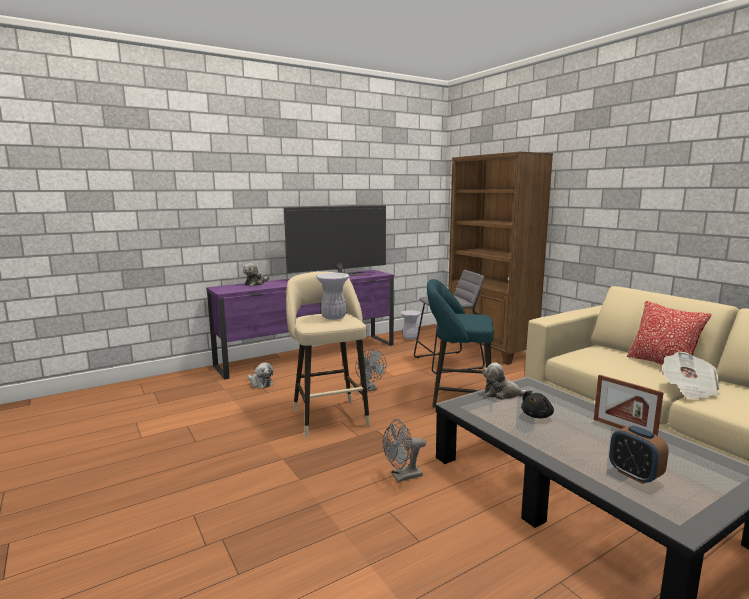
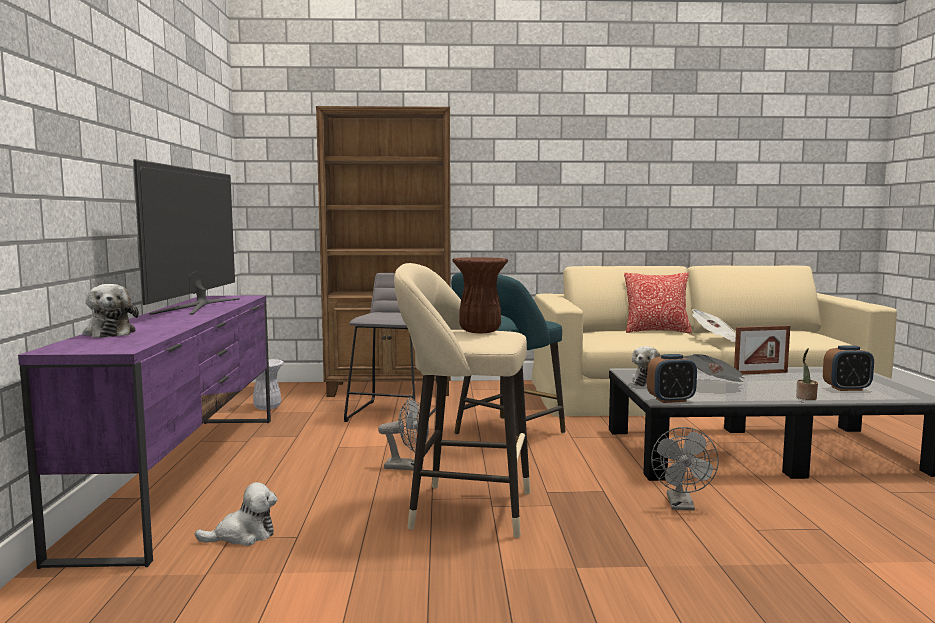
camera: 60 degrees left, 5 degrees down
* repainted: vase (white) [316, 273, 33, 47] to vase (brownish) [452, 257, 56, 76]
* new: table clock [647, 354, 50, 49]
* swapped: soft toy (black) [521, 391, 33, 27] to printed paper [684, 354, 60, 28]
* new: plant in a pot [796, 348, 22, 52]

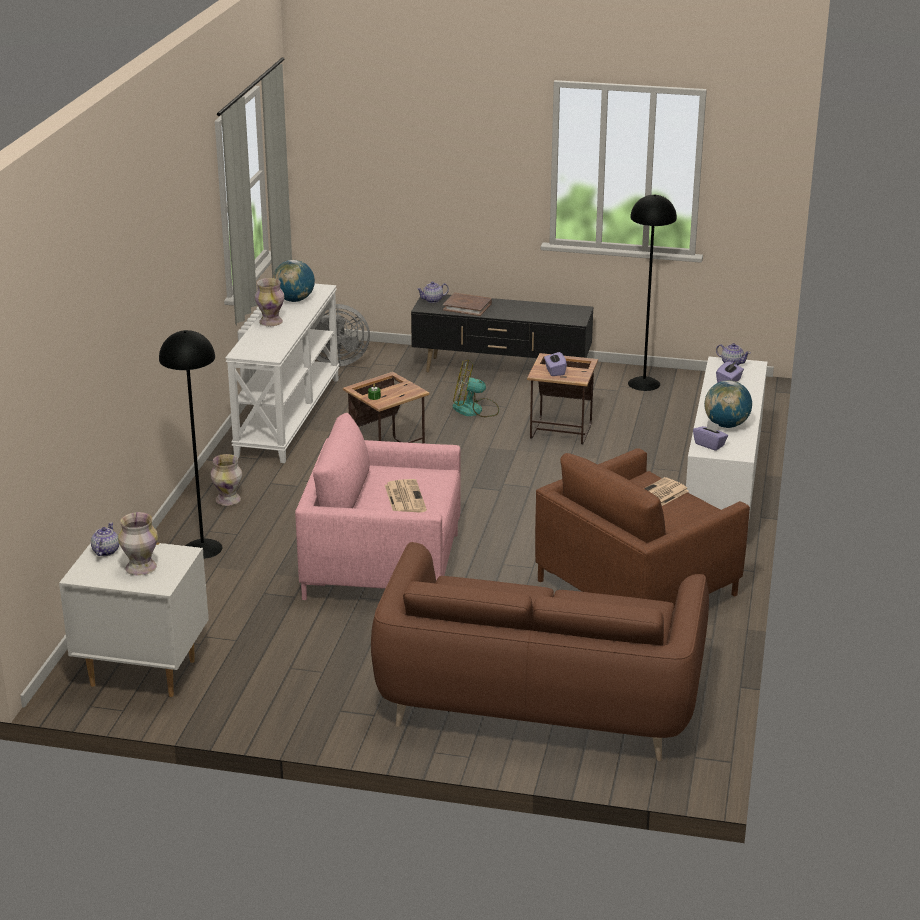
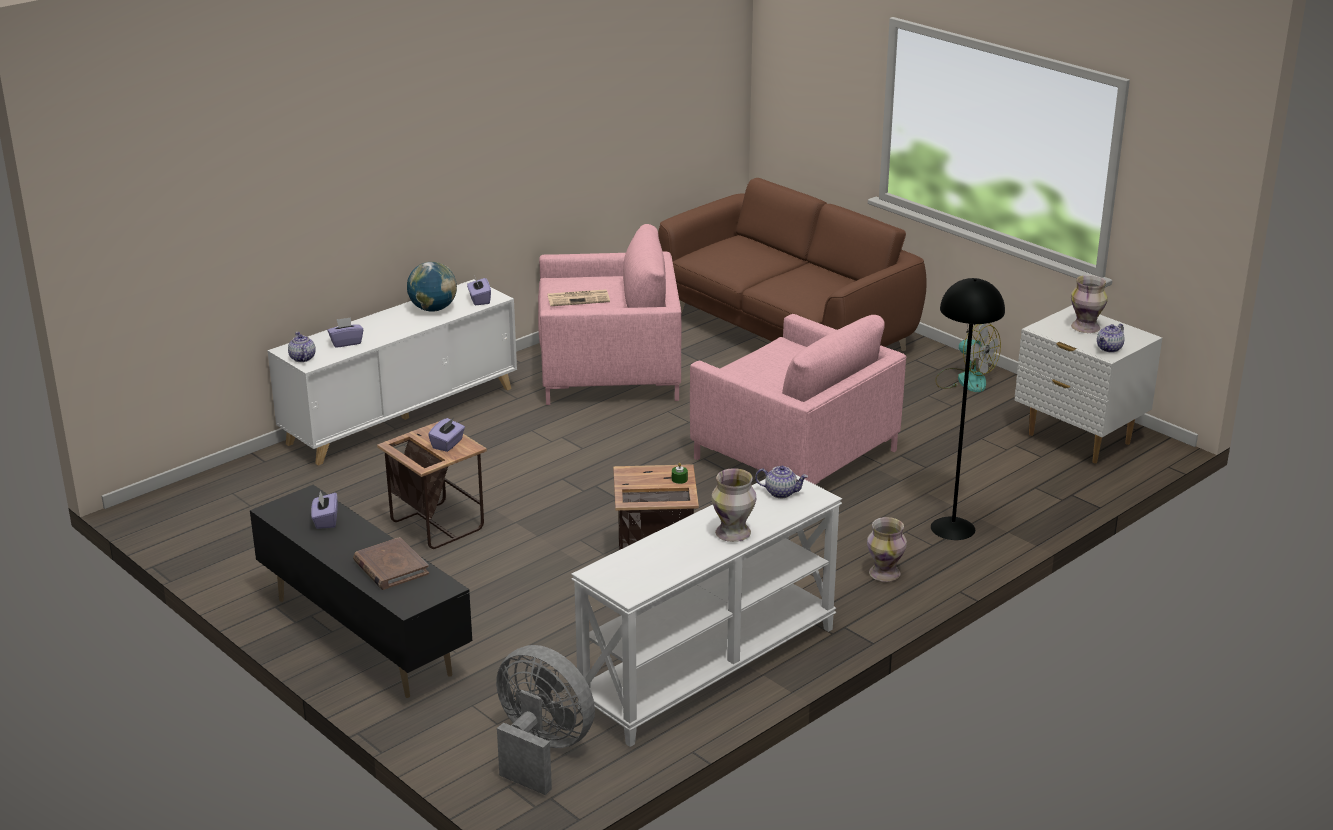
camera: 145 degrees left, 0 degrees up
* new: box of tissues (purplish) [311, 491, 27, 38]
* repainted: lounge chair (brownish) [535, 448, 215, 163] to lounge chair (pinkish) [538, 224, 144, 181]
* shifted: tea pot [417, 282, 32, 21] to [755, 466, 53, 32]
* shifted: cooling fan [453, 360, 46, 57] to [935, 323, 66, 69]
* gone: world globe [273, 260, 42, 42]
* gone: printed paper [385, 479, 42, 34]
* gone: standard lamp (black) [628, 194, 49, 197]

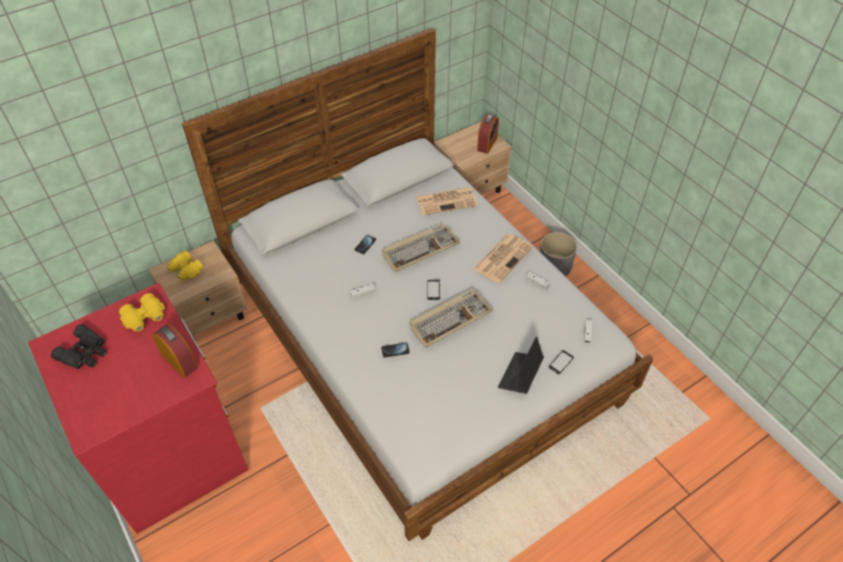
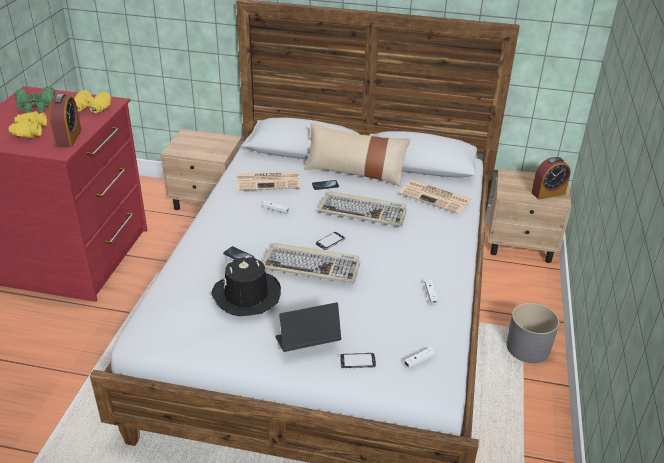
camera: 45 degrees right, 15 degrees down
* shifted: field glasses (yellow) [167, 250, 37, 31] to [9, 111, 38, 27]
* repainted: field glasses (black) [51, 324, 56, 45] to field glasses (greenish) [15, 87, 40, 26]
* new: hat (black) [211, 255, 70, 61]
* shifted: printed paper [474, 234, 59, 49] to [236, 172, 64, 19]
* new: cushion (beige-coloured) [304, 122, 107, 64]

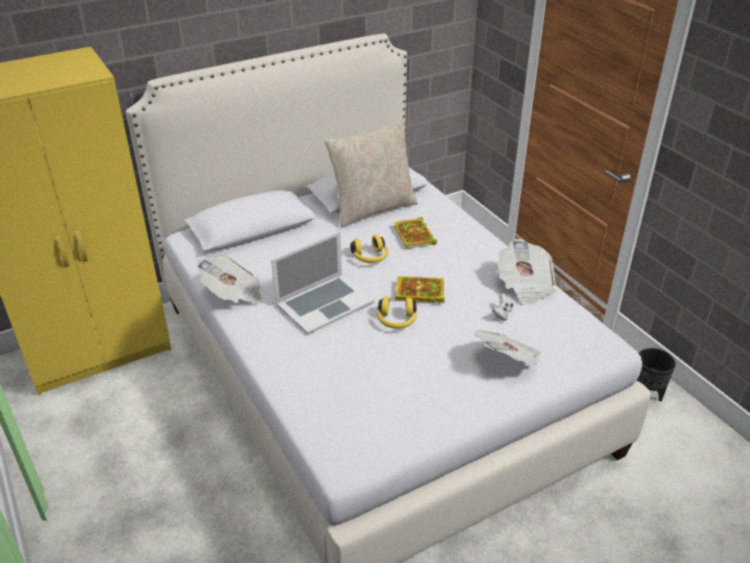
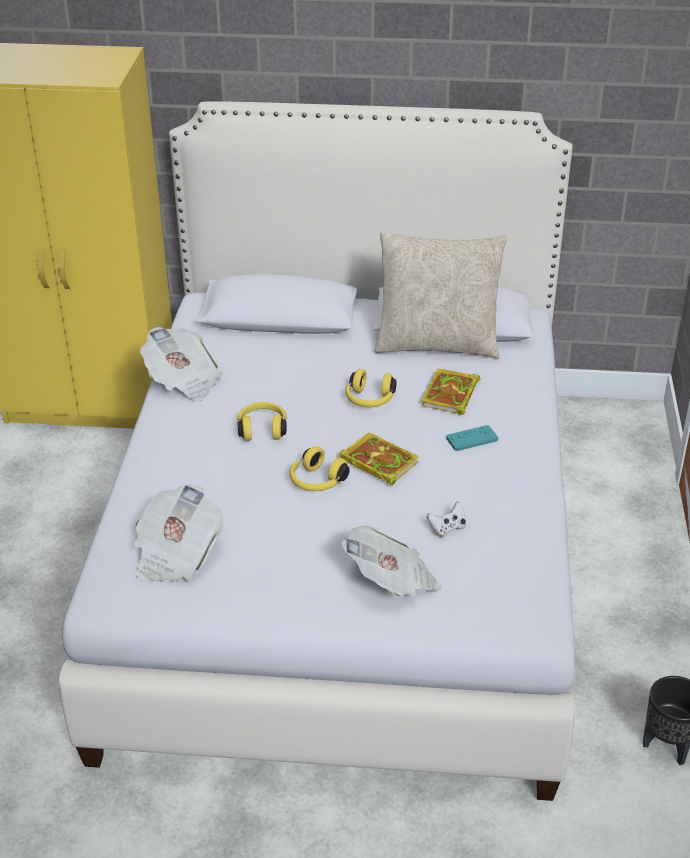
camera: 35 degrees right, 0 degrees up
* shifted: printed paper [497, 239, 58, 67] to [134, 484, 89, 98]
* swapped: portable computer [271, 232, 104, 103] to headphones (yellow) [237, 402, 50, 39]
* new: game controller (turquoise) [446, 425, 52, 26]

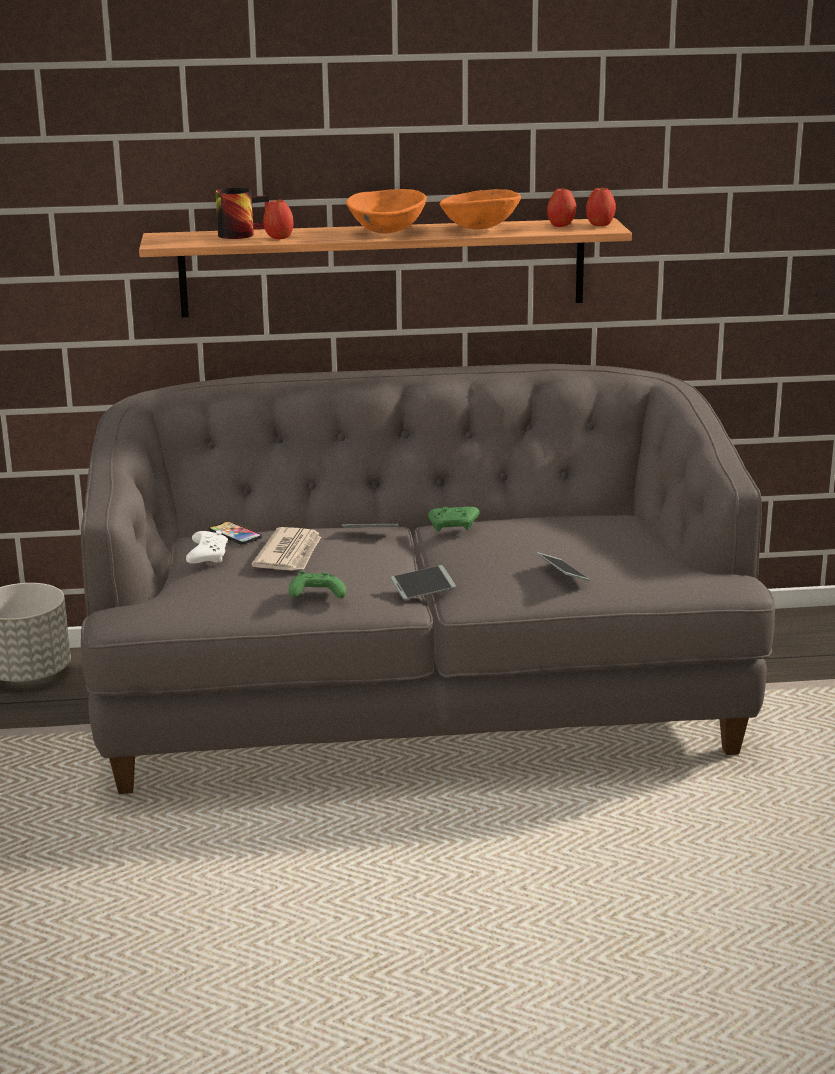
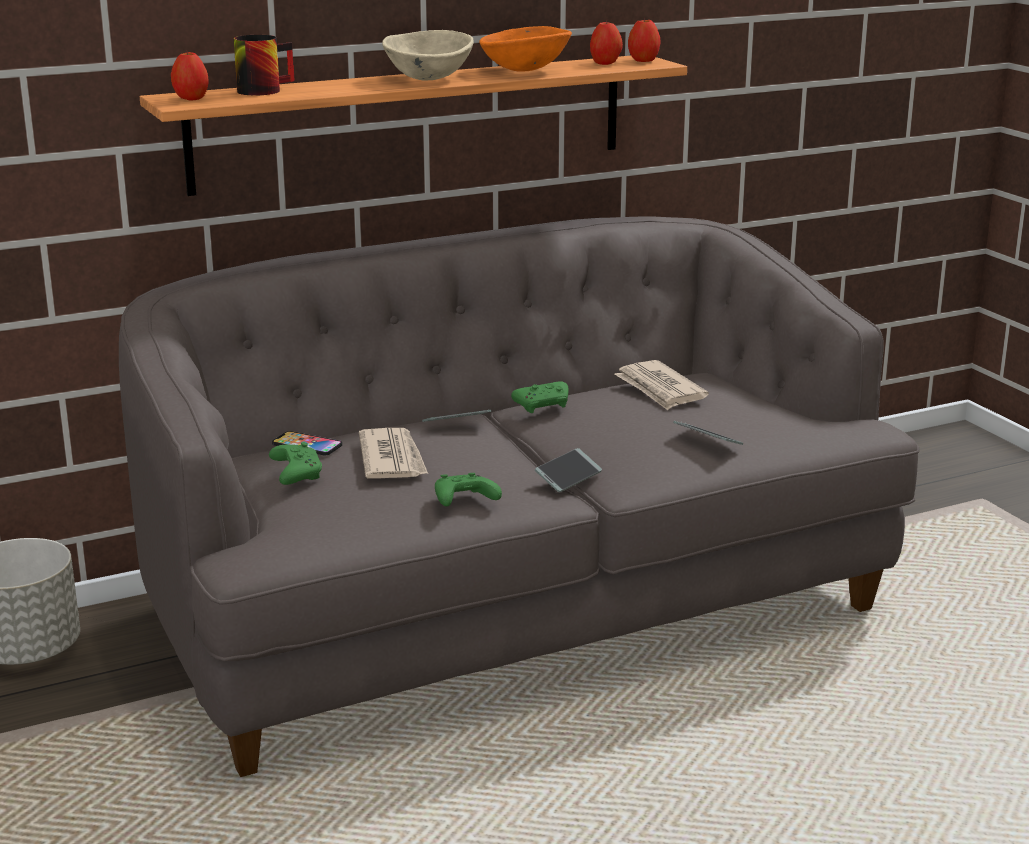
camera: 20 degrees left, 0 degrees up
* shifted: apple [263, 199, 31, 40] to [171, 51, 38, 49]
* repainted: game controller (white) [186, 531, 42, 33] to game controller (greenish) [269, 442, 53, 43]
* repainted: serving bowl (orangey) [346, 189, 81, 44] to serving bowl (beige-coloured) [382, 30, 92, 50]
* new: printed paper [614, 360, 95, 50]

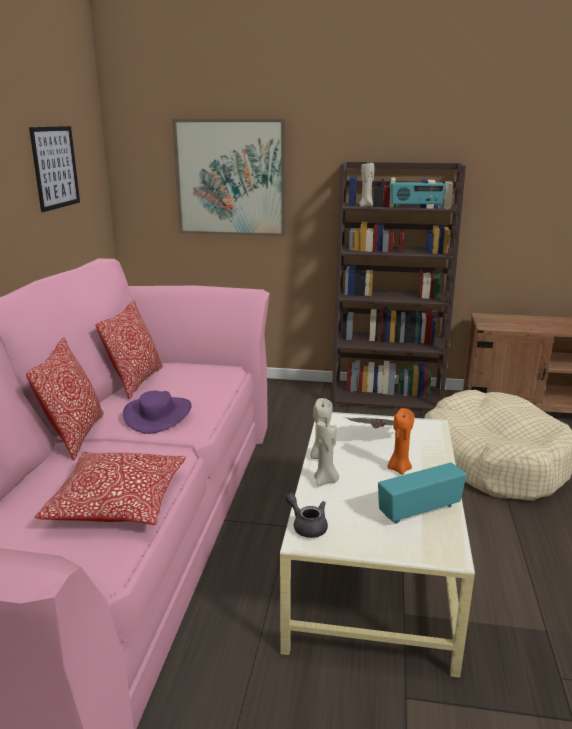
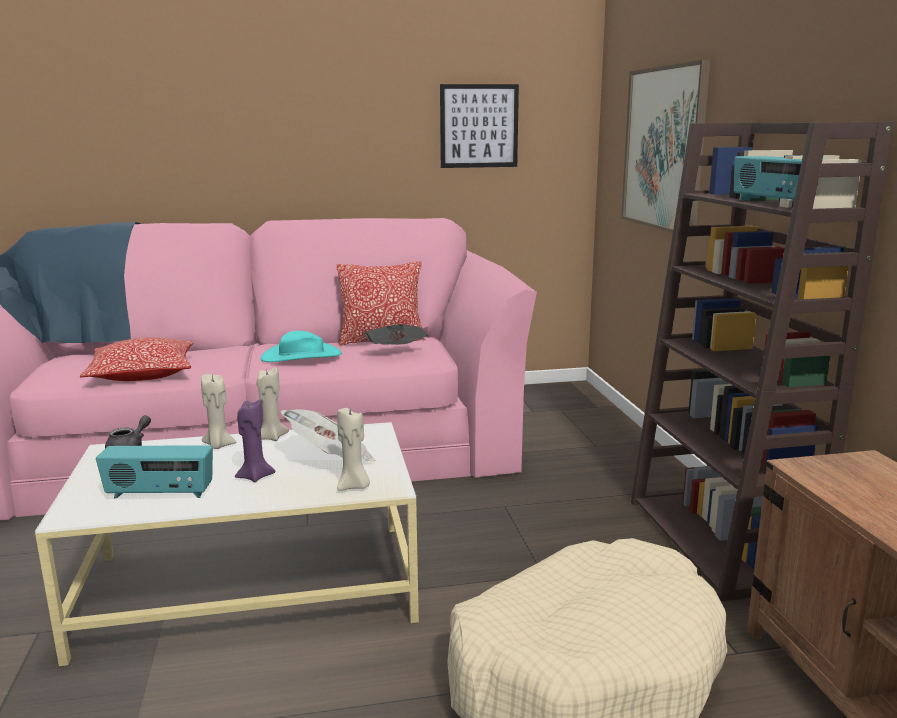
camera: 70 degrees right, 5 degrees down
* rotated: radio set [378, 463, 88, 61] = [96, 445, 117, 53] 135 degrees clockwise
* repainted: candle (orangey) [388, 408, 26, 67] to candle (purplish) [235, 399, 40, 83]
* repainted: hat (purplish) [123, 391, 69, 43] to hat (turquoise) [261, 331, 81, 31]
* shifted: candle (beige-coloured) [359, 163, 15, 44] to [337, 408, 33, 83]
* new: printed paper [363, 324, 65, 21]
* gone: cushion [26, 338, 78, 123]

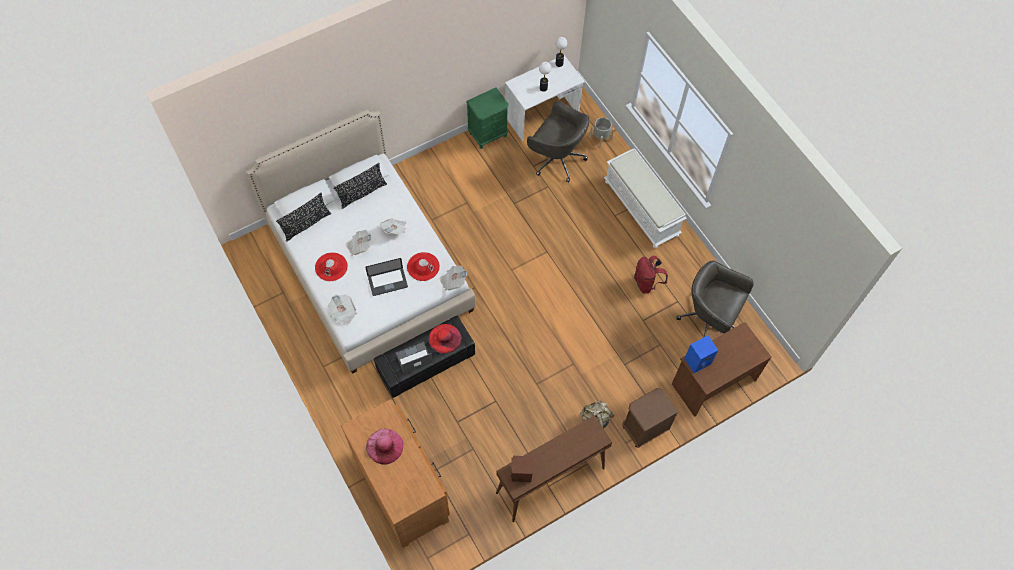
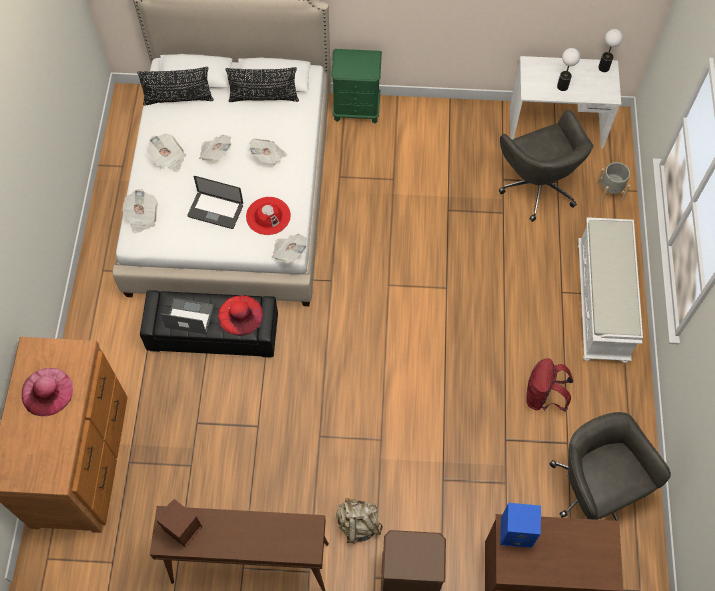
camera: 35 degrees right, 0 degrees up
* swapped: hat (red) [315, 252, 33, 29] to printed paper [147, 134, 39, 38]
* shifted: nightstand (greenish) [466, 88, 43, 61] to [331, 49, 51, 75]

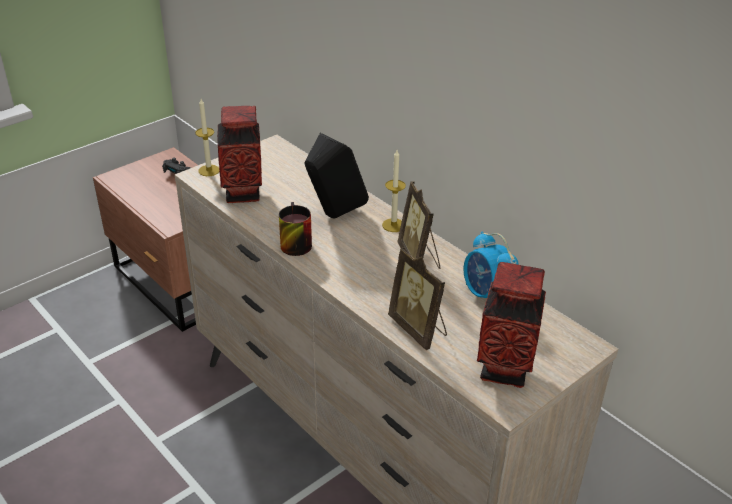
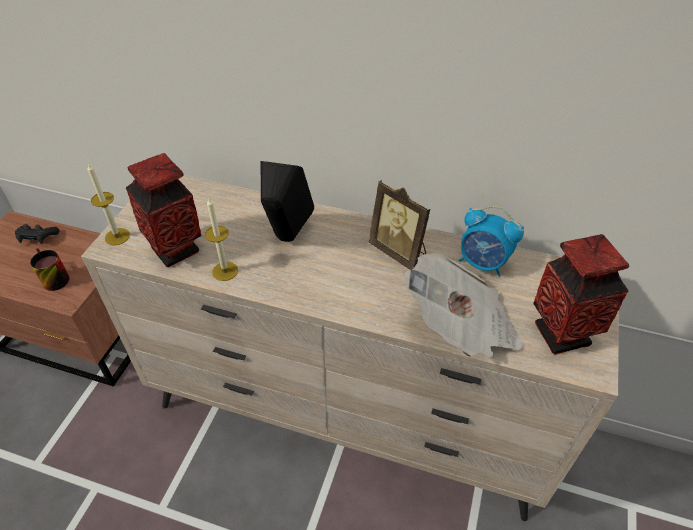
camera: 30 degrees left, 10 degrees up
* shifted: coffee mug [279, 202, 33, 54] to [30, 248, 39, 43]
* shifted: candle [382, 150, 24, 82] to [205, 198, 33, 83]
* swapped: photo frame [388, 248, 59, 102] to printed paper [403, 253, 121, 104]

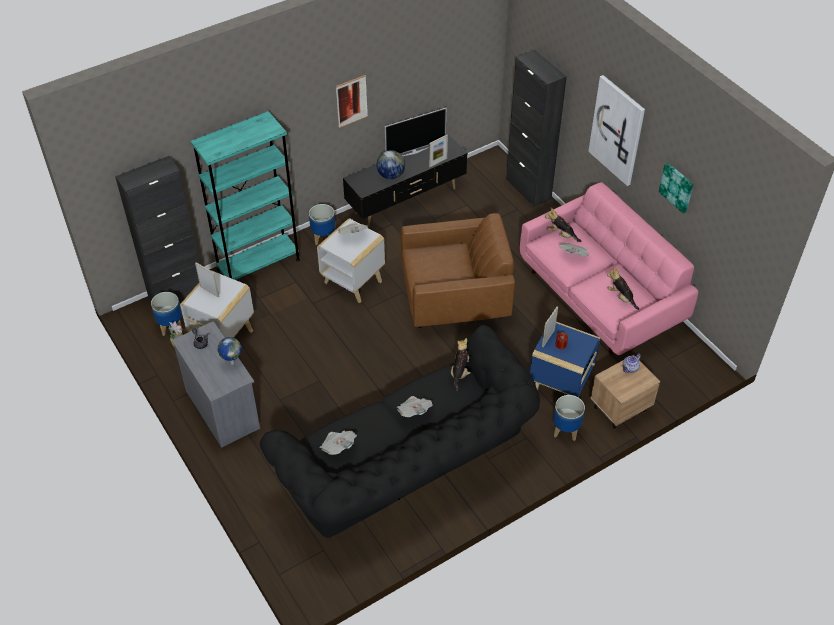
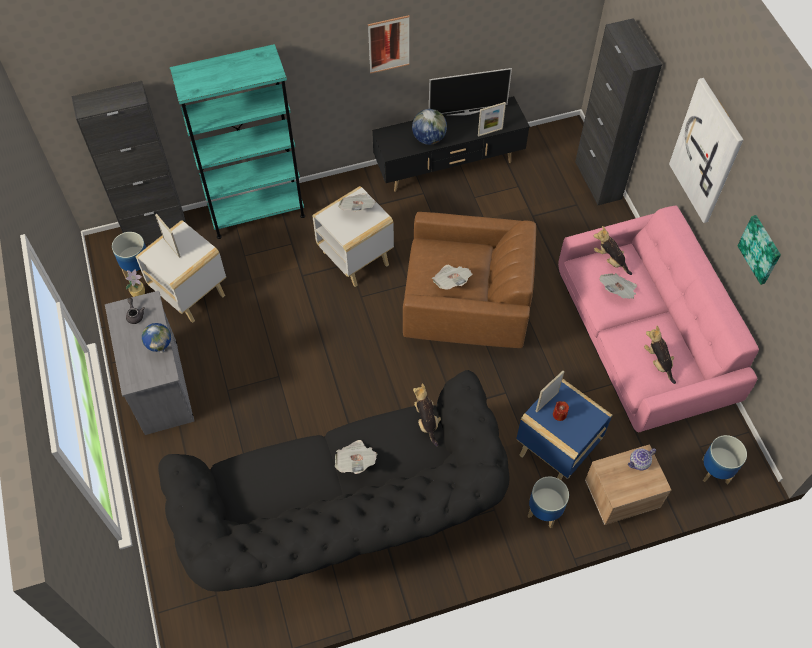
camera: 15 degrees right, 10 degrees up
* rotated: soft toy [451, 338, 20, 53] = [413, 383, 28, 64] 45 degrees counterclockwise
* shifted: printed paper [319, 431, 38, 24] to [431, 265, 41, 24]
* shifted: plant pot [309, 204, 26, 41] to [702, 435, 45, 50]

